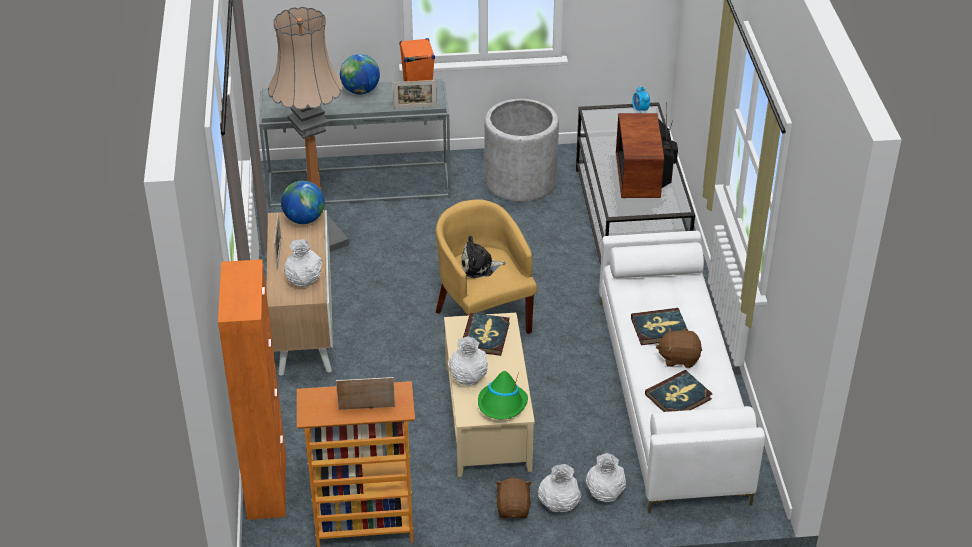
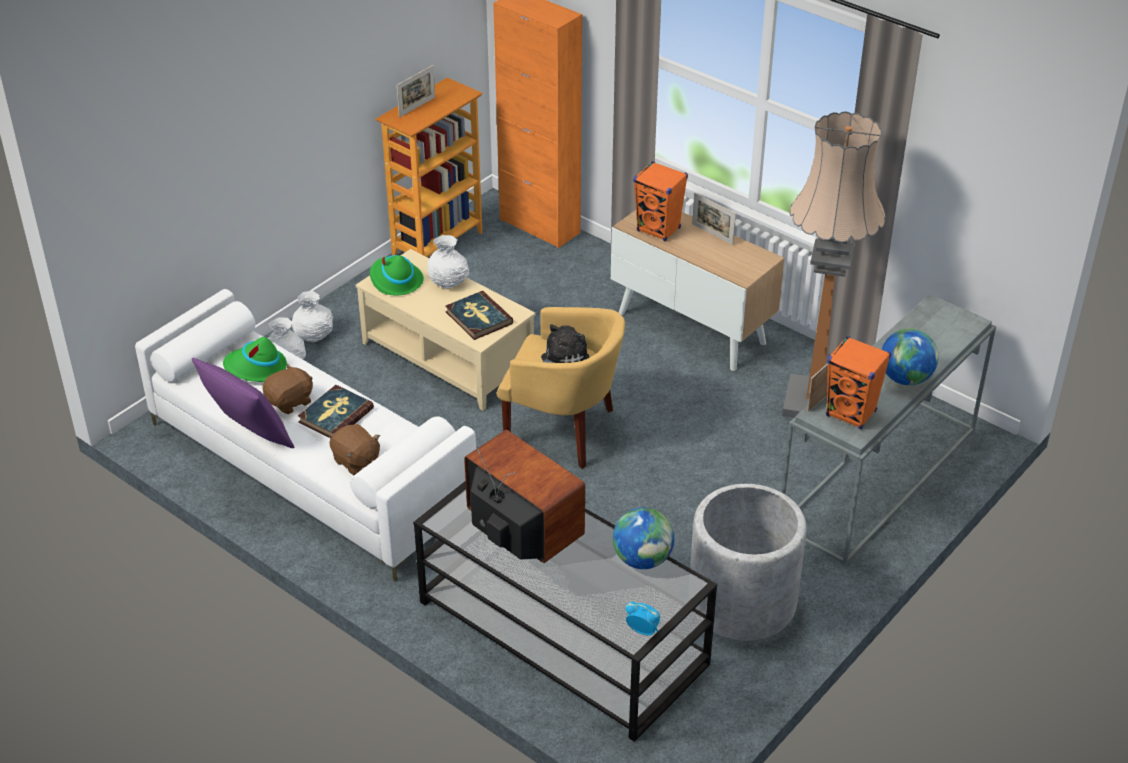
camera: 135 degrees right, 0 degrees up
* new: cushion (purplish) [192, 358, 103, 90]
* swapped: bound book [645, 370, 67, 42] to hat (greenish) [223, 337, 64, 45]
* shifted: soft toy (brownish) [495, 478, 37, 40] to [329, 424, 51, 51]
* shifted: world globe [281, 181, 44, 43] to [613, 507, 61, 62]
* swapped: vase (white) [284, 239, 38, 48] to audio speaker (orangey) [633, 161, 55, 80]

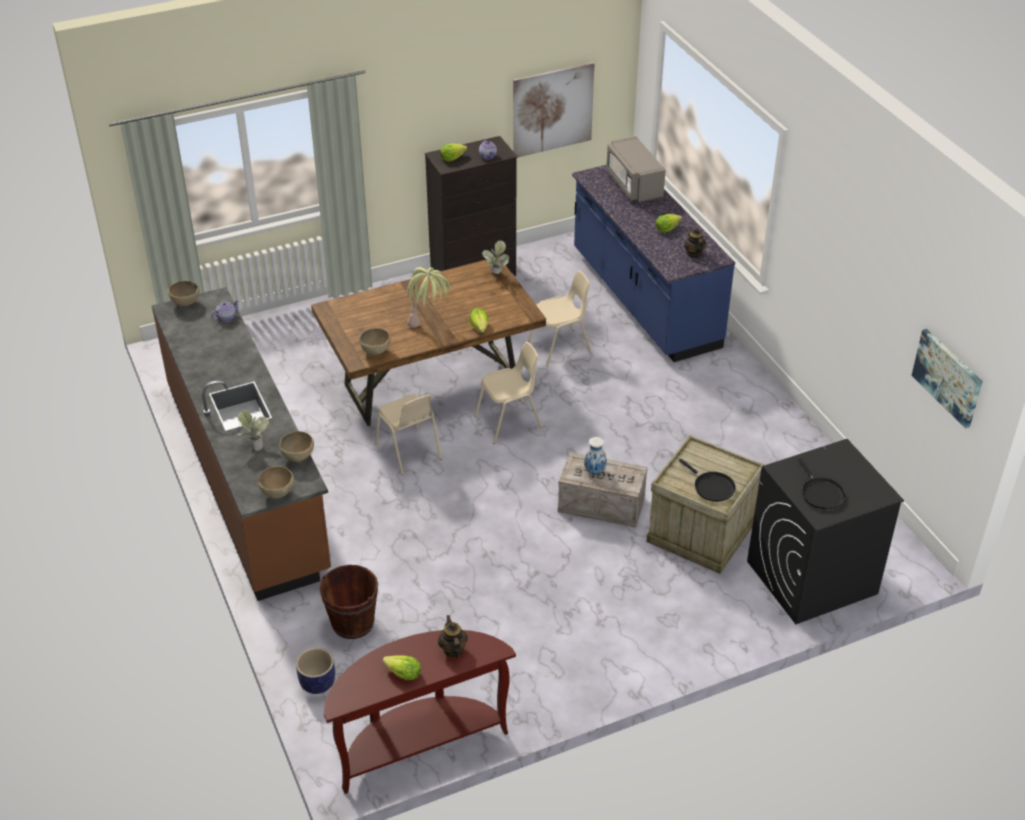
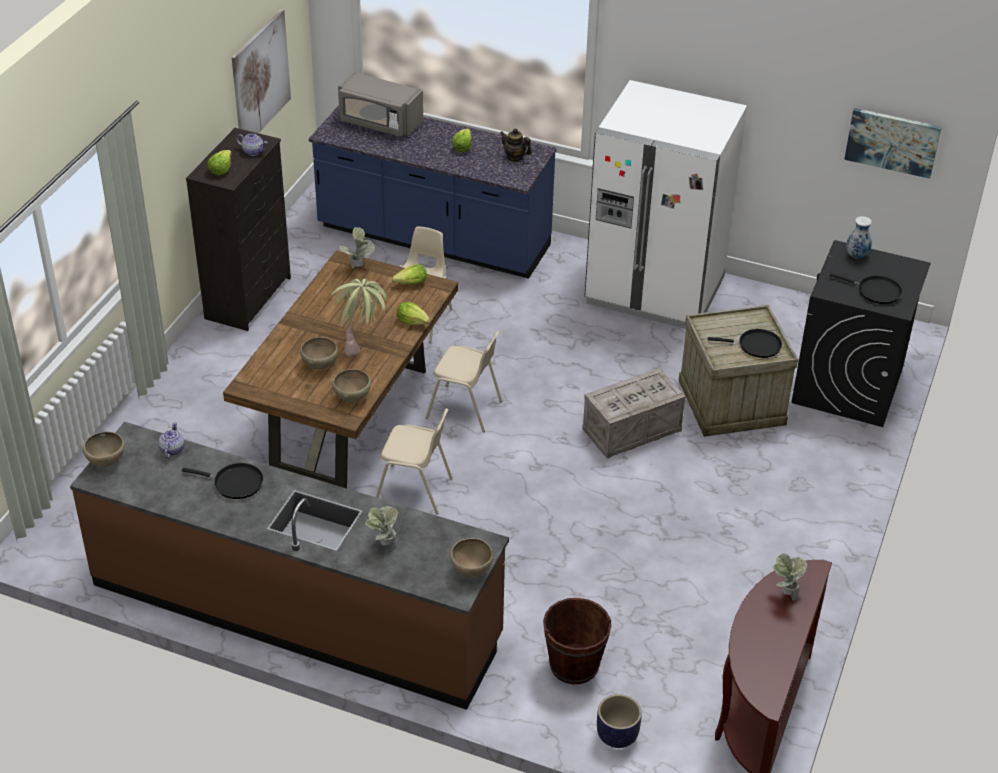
camera: 45 degrees left, 0 degrees up
* new: pan (black) [182, 463, 81, 36]
* shifted: serving bowl (brownish) [279, 431, 35, 31] to [300, 337, 38, 32]
* shifted: lettuce head [382, 655, 39, 25] to [392, 264, 35, 21]
* rotated: chair (beige-coloured) [475, 341, 67, 103] = [426, 331, 76, 101] 90 degrees clockwise
* new: fridge (white) [585, 80, 162, 249]
* swapped: tea pot [438, 615, 30, 43] to plant in a pot [773, 553, 35, 48]
* shifted: vase [584, 437, 23, 37] to [846, 216, 26, 43]

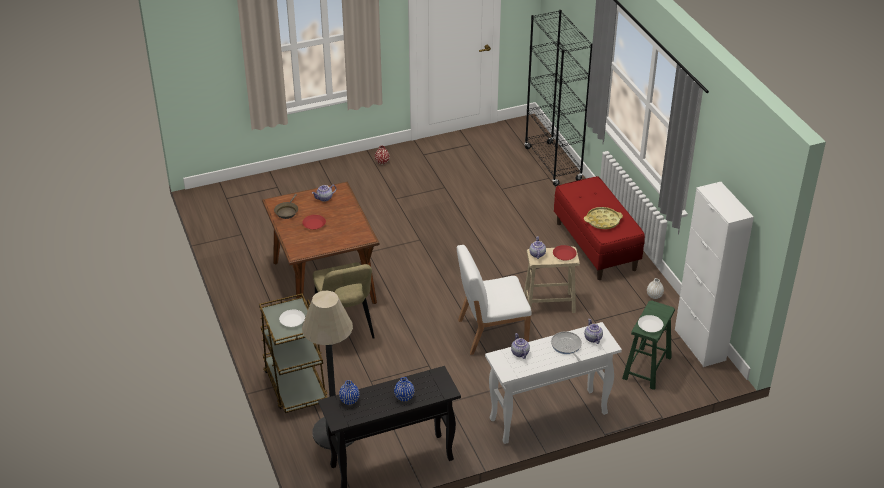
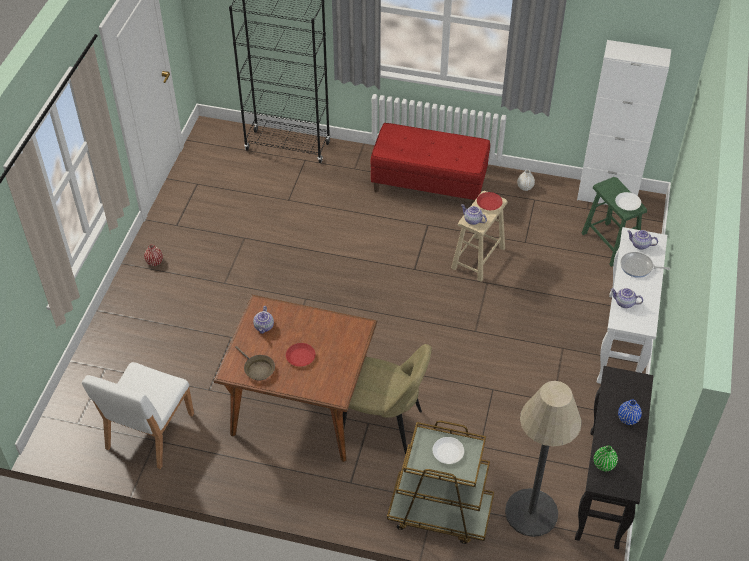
camera: 55 degrees left, 10 degrees up
* shifted: chair (white) [457, 245, 74, 110] to [82, 362, 112, 107]
* repainted: vase (blue-coloured) [339, 380, 20, 25] to vase (greenish) [594, 446, 24, 25]
* gone: serving tray (yellow) [584, 207, 39, 22]

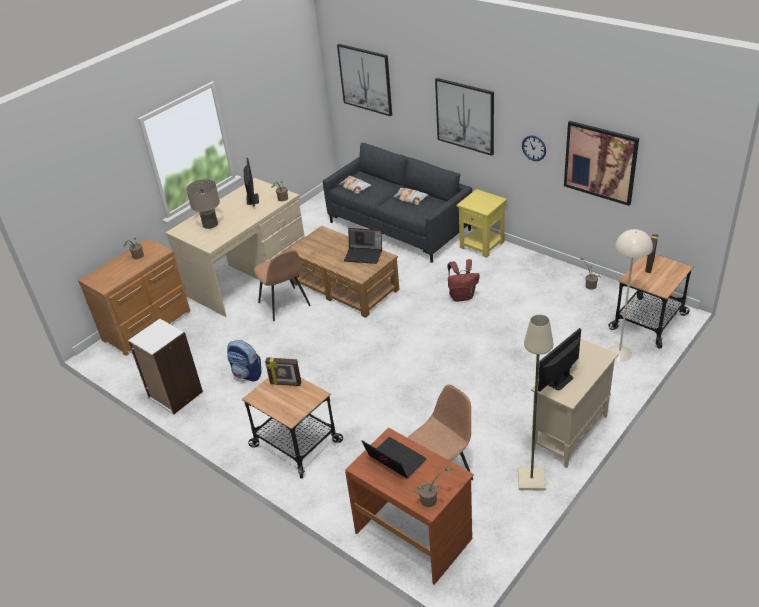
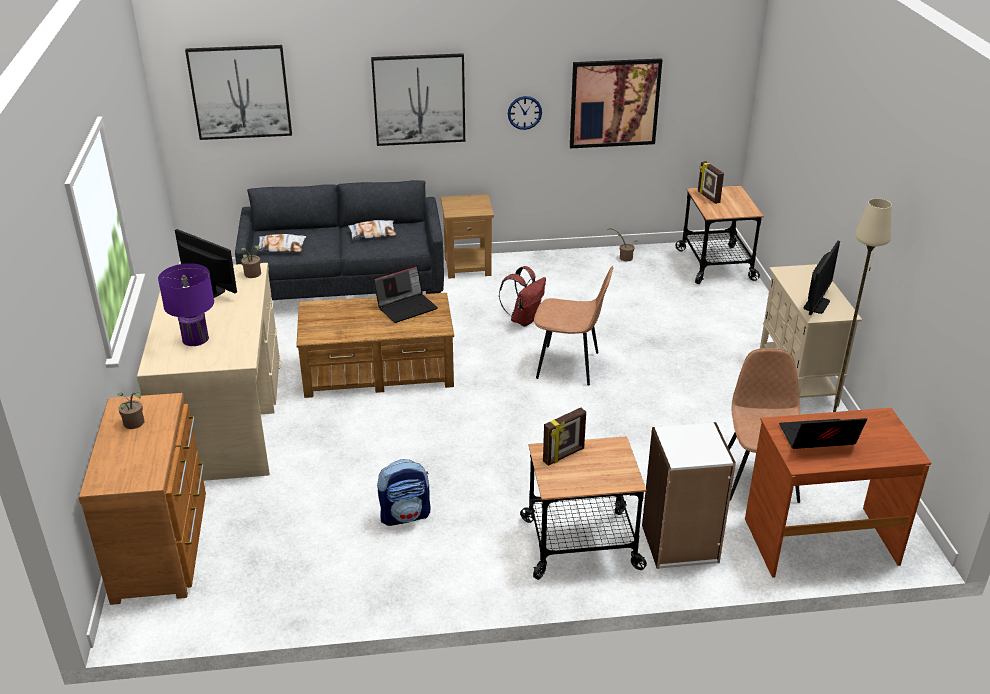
camera: 50 degrees left, 5 degrees down
* repainted: tabletop lamp (beige-coloured) [186, 179, 34, 50] to tabletop lamp (purplish) [158, 263, 56, 83]
* repainted: accent table (yellow) [457, 189, 50, 69] to accent table (brownish) [441, 194, 53, 84]
* shifted: chair (brownish) [254, 250, 57, 71] to [534, 266, 80, 120]
* shifted: bookshelf (white) [127, 318, 76, 97] to [642, 422, 94, 147]
* rotated: monitor [538, 328, 43, 64] = [804, 241, 36, 74] 150 degrees counterclockwise
* gone: plant in a pot [414, 467, 38, 40]
* gone: standard lamp (beige-coloured) [608, 229, 45, 133]

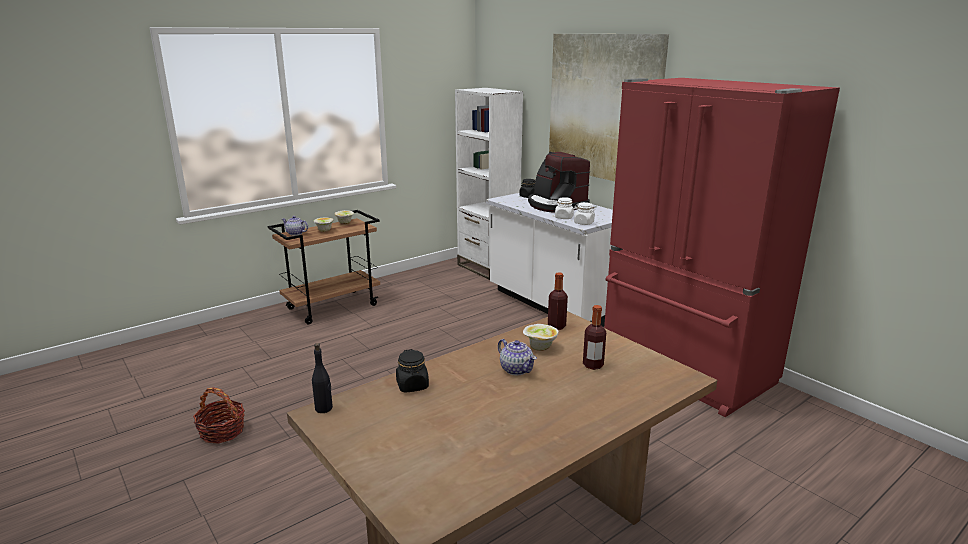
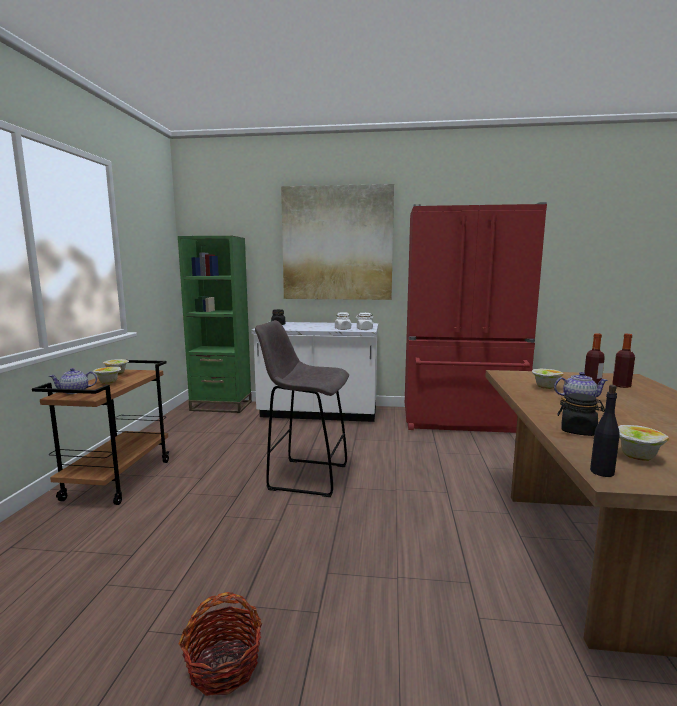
camera: 45 degrees left, 10 degrees down
* repainted: bookshelf (white) [455, 88, 68, 192] to bookshelf (greenish) [178, 236, 74, 177]
* new: stool (greyish) [255, 320, 94, 177]
* shifted: drink bottle [548, 272, 20, 58] to [612, 334, 23, 54]
* new: serving bowl [618, 425, 51, 36]
* gone: coffee machine [528, 152, 62, 61]

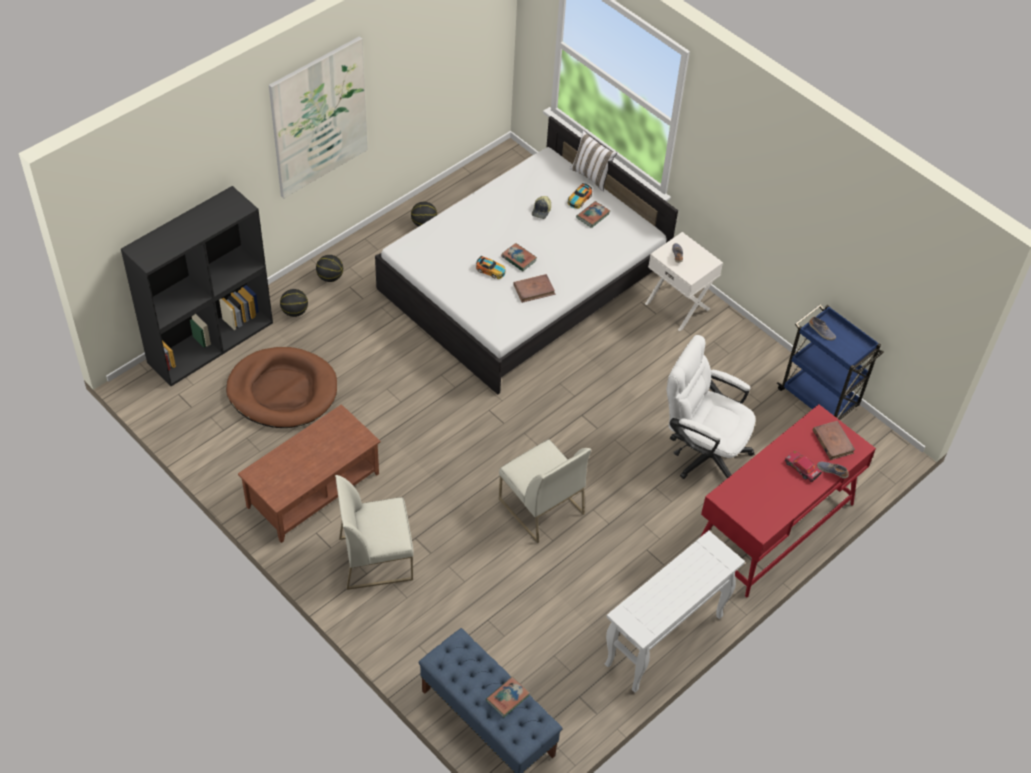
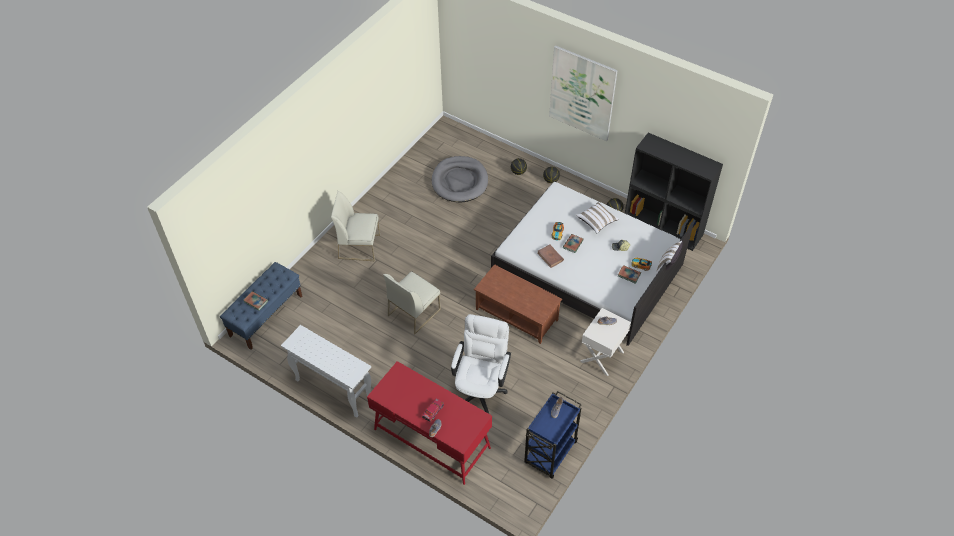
camera: 80 degrees right, 0 degrees up
* rotated: chair (white) [335, 475, 79, 115] = [331, 191, 49, 70] 60 degrees counterclockwise
* repainted: pet bed (brownish) [226, 347, 111, 81] to pet bed (greyish) [432, 156, 56, 46]
* shifted: lounge table (brownish) [238, 404, 142, 139] to [474, 264, 88, 80]
* new: cushion (white) [576, 202, 43, 31]
* shifted: bookshelf (black) [121, 186, 152, 200] to [625, 133, 98, 118]
* gone: bound book (brownish) [813, 421, 42, 39]

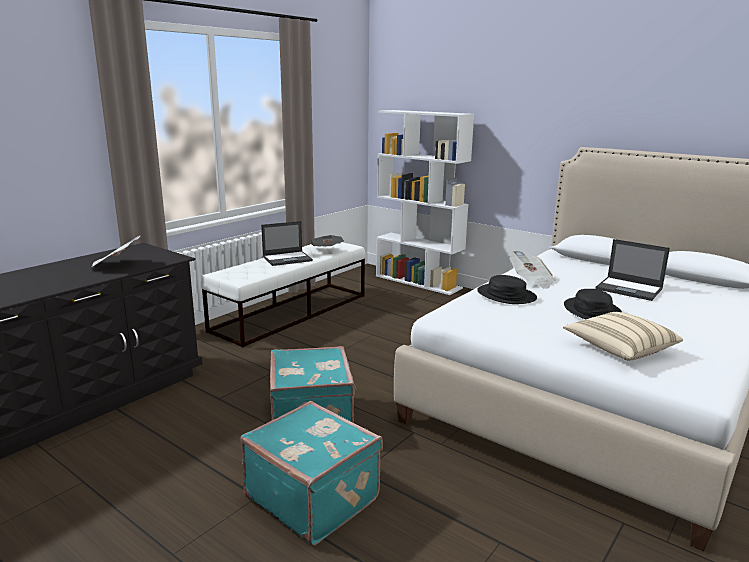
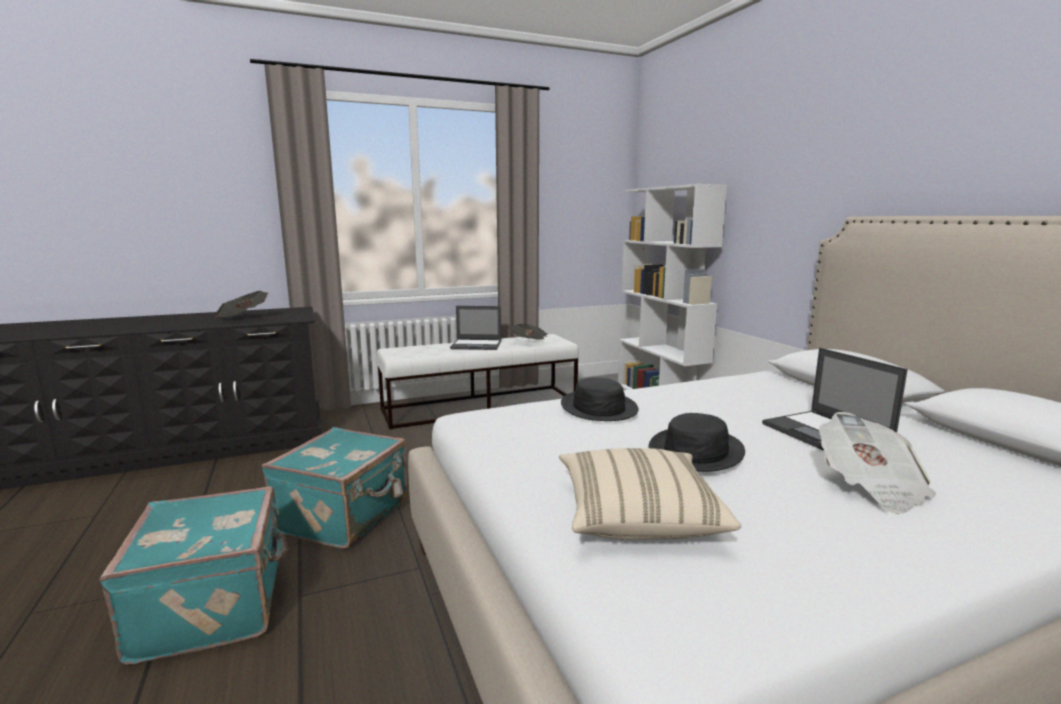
camera: 30 degrees right, 5 degrees down
* shifted: printed paper [510, 250, 46, 39] to [818, 412, 119, 103]

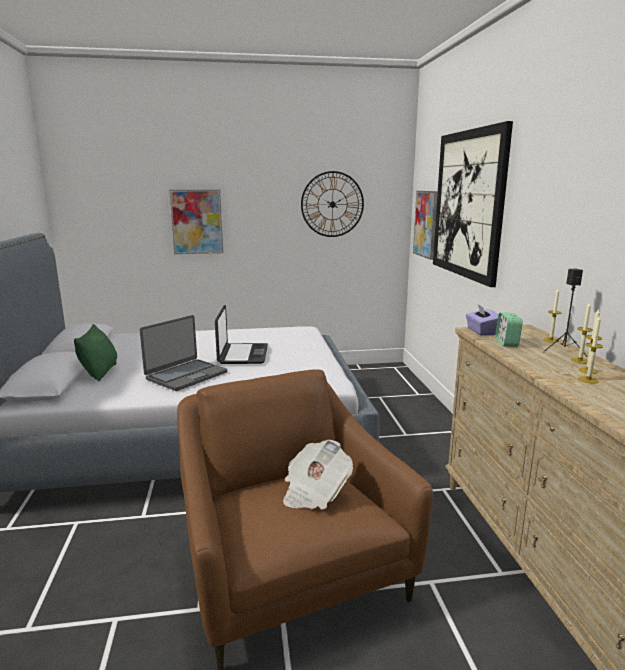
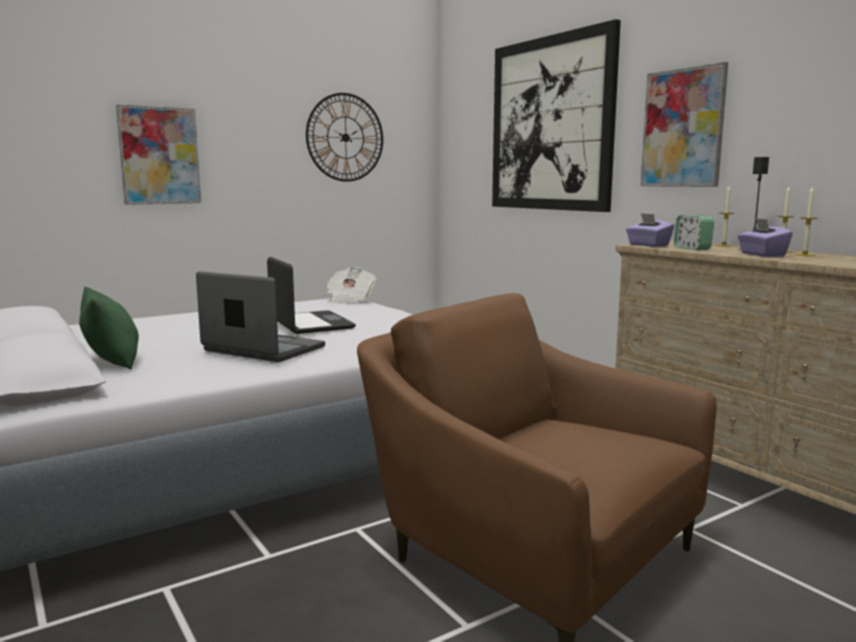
camera: 25 degrees left, 5 degrees down
* rotated: portable computer [140, 315, 87, 76] = [196, 271, 129, 91] 75 degrees counterclockwise
* shifted: printed paper [283, 440, 70, 70] to [326, 267, 50, 37]
* shifted: wall picture [413, 191, 25, 69] to [640, 62, 88, 125]
* new: box of tissues (purplish) [738, 218, 55, 39]
* gone: candle [579, 316, 24, 68]

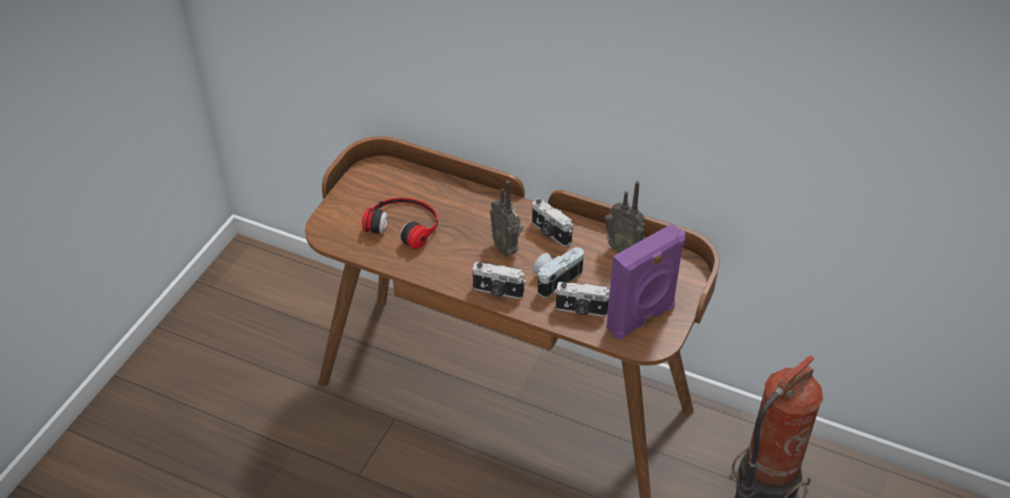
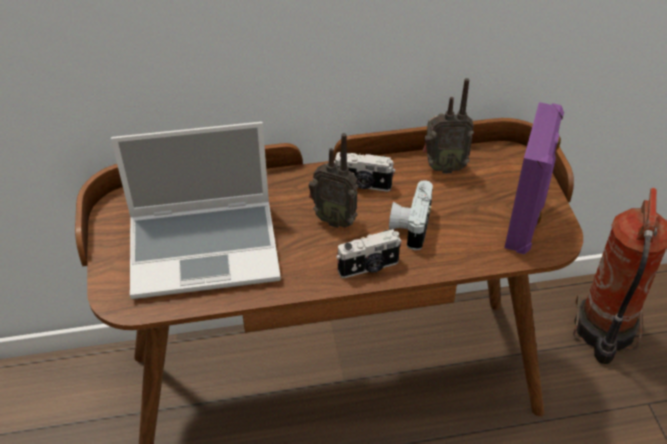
camera: 35 degrees left, 0 degrees up
* swapped: headphones [362, 198, 76, 51] to portable computer [111, 122, 170, 177]
* gone: photo camera [554, 282, 56, 35]

